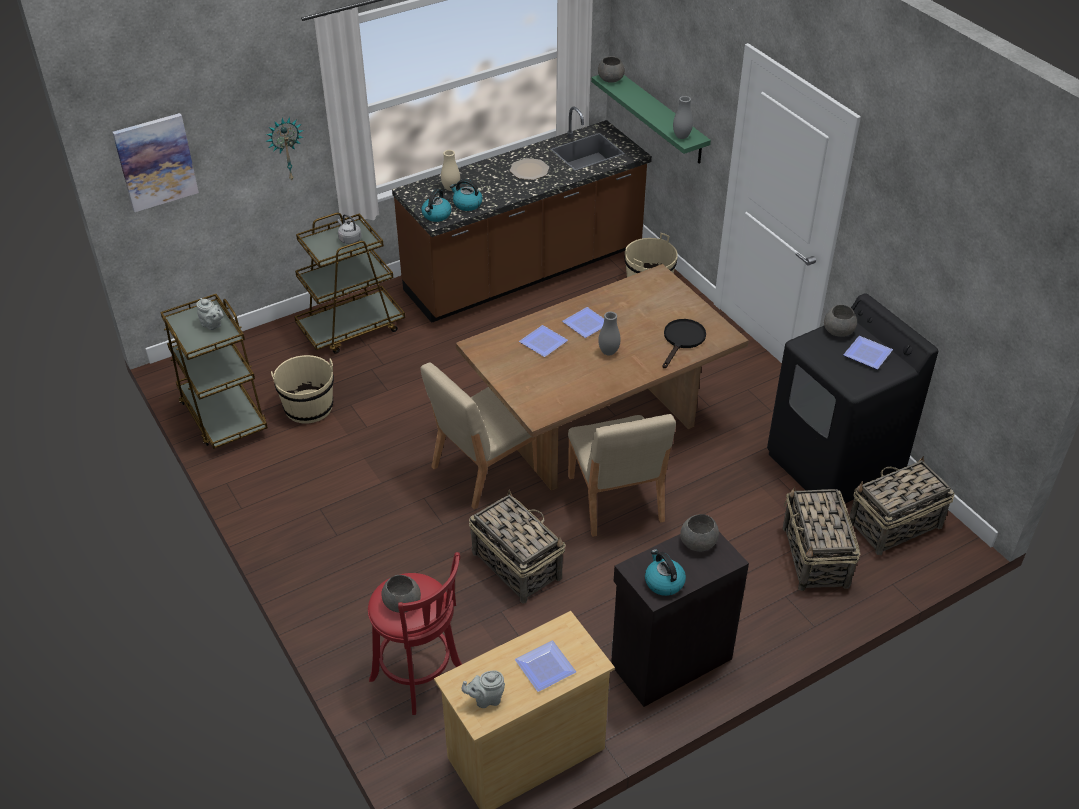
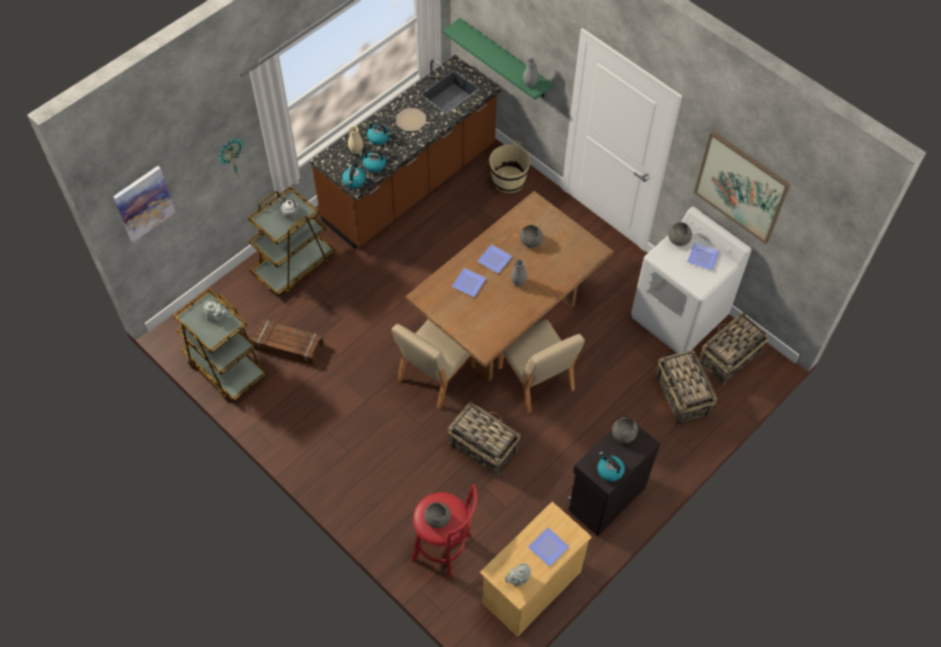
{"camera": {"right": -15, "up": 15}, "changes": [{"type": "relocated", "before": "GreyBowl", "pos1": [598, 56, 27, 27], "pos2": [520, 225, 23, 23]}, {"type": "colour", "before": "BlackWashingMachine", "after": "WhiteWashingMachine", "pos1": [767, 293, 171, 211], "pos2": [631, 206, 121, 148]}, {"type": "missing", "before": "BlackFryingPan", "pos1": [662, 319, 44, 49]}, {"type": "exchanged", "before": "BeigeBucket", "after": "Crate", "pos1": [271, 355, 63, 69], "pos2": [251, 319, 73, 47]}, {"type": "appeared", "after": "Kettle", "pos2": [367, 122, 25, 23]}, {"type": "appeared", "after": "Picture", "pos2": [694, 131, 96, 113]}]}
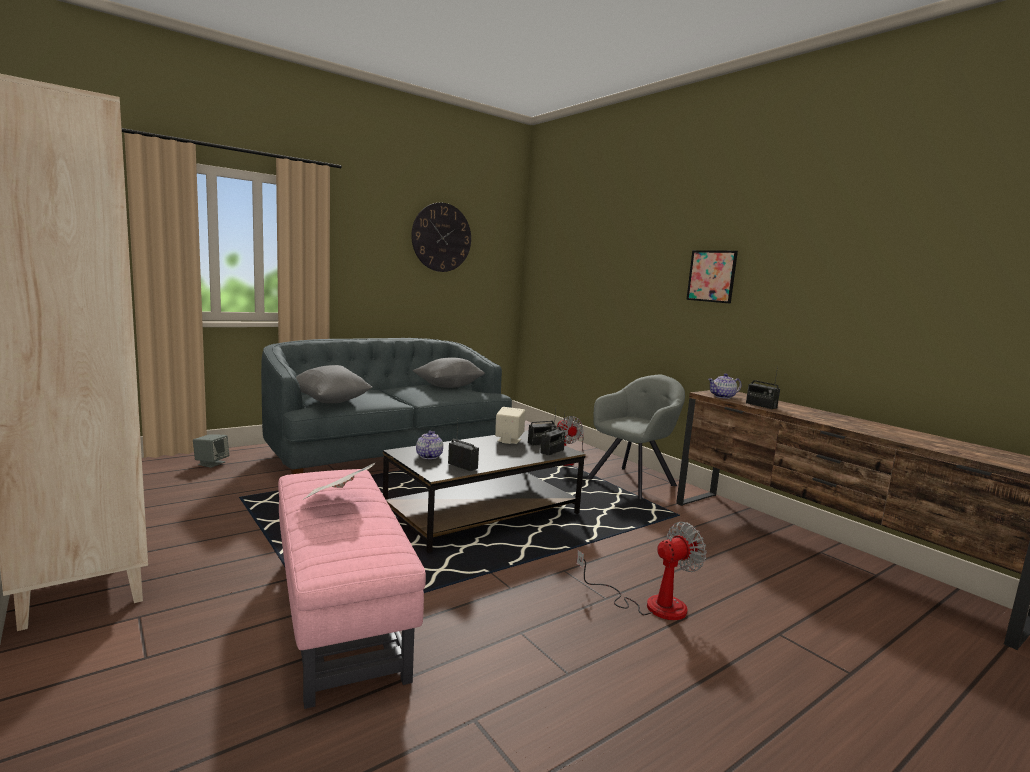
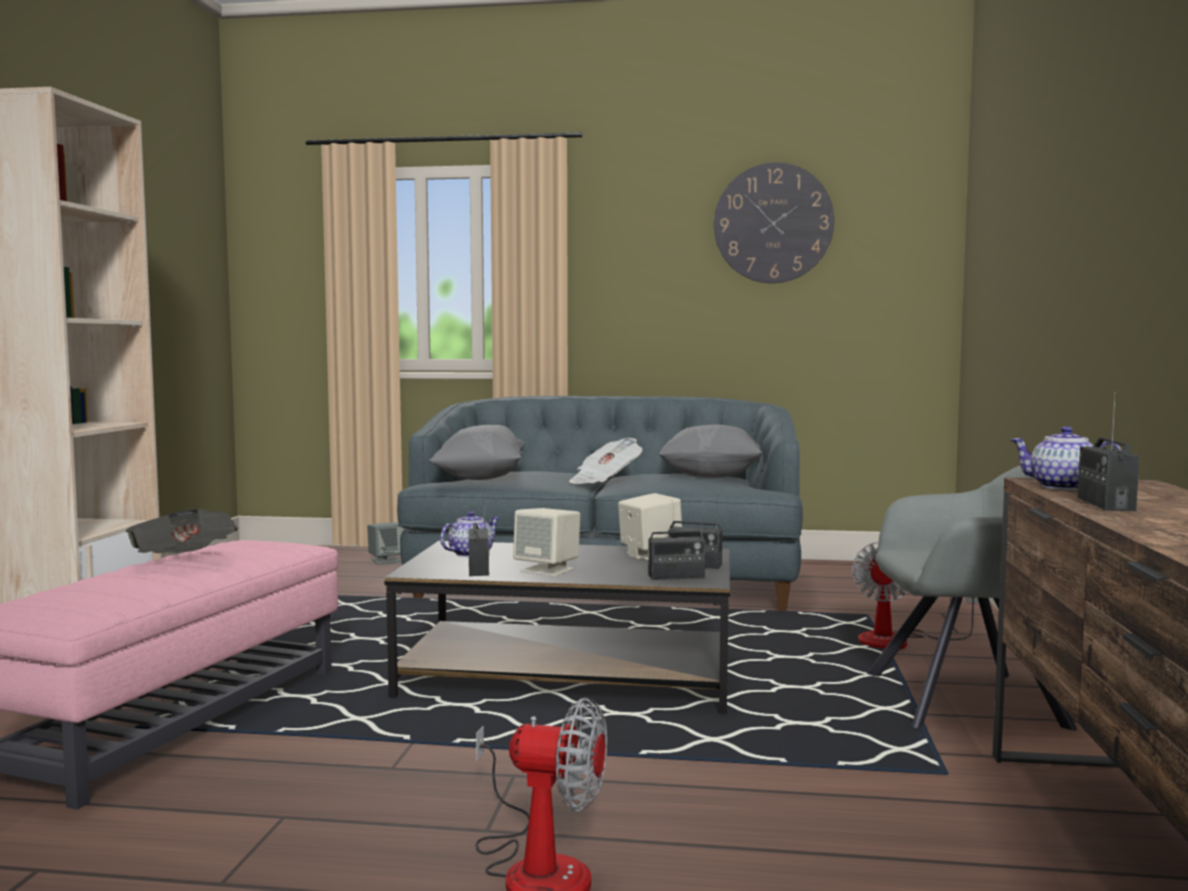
{"camera": {"right": 45, "up": -5}, "changes": [{"type": "missing", "before": "Picture", "pos1": [686, 250, 52, 54]}, {"type": "appeared", "after": "Newspaper", "pos2": [569, 438, 74, 46]}, {"type": "appeared", "after": "BeigeSpeaker", "pos2": [513, 508, 67, 69]}]}
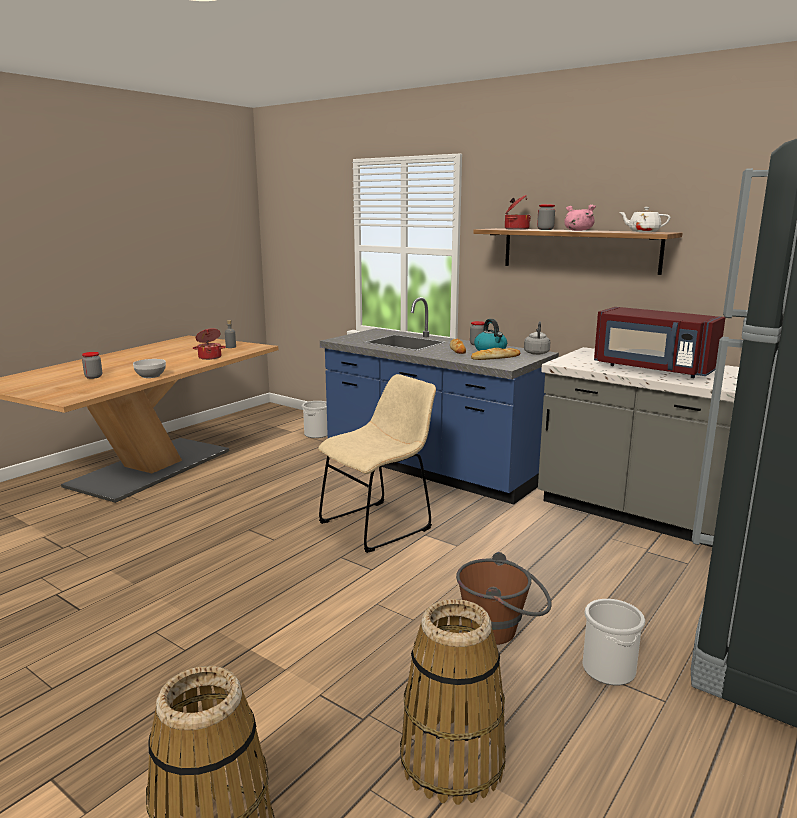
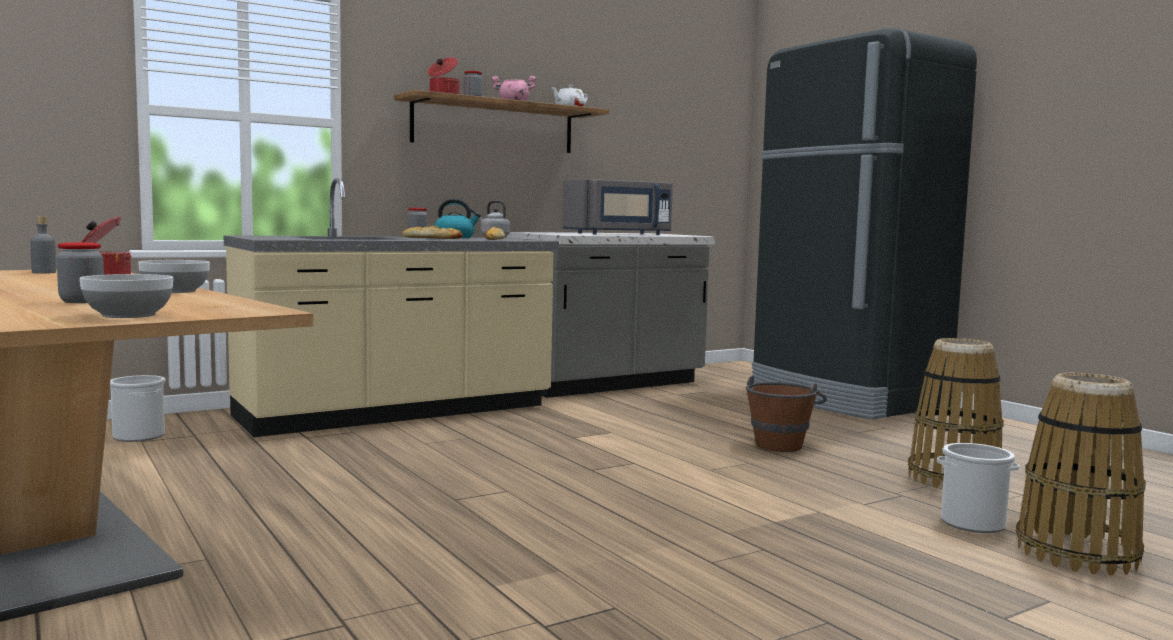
{"camera": {"right": -70, "up": -10}, "changes": [{"type": "colour", "before": "BlueCounter", "after": "BeigeCounter", "pos1": [320, 297, 239, 207], "pos2": [224, 178, 335, 259]}, {"type": "colour", "before": "RedMicrowave", "after": "GreyMicrowave", "pos1": [594, 307, 131, 71], "pos2": [563, 179, 110, 56]}, {"type": "missing", "before": "BeigeChair", "pos1": [318, 374, 118, 179]}, {"type": "relocated", "before": "Bucket", "pos1": [583, 599, 62, 87], "pos2": [937, 443, 82, 90]}, {"type": "appeared", "after": "Bowl", "pos2": [79, 274, 94, 44]}]}
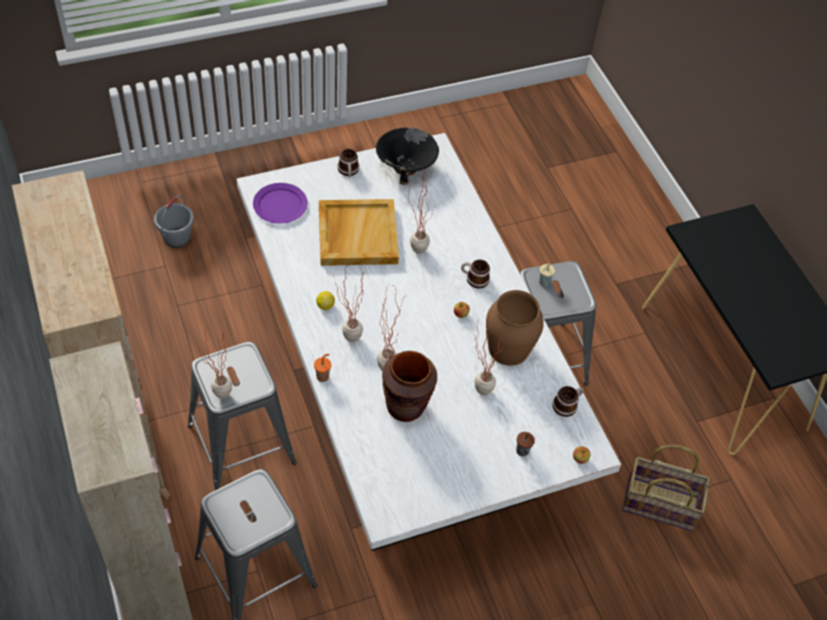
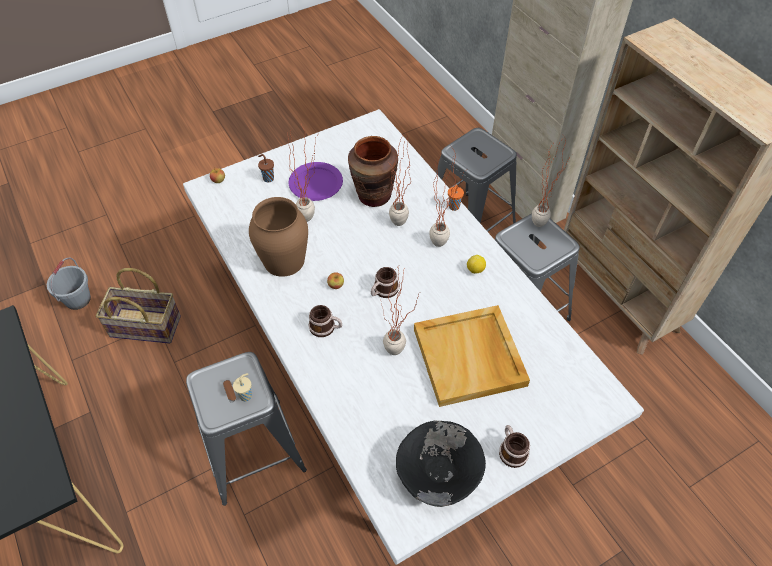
{"camera": {"right": 175, "up": 0}, "changes": [{"type": "relocated", "before": "PurplePlate", "pos1": [253, 183, 55, 41], "pos2": [289, 162, 54, 39]}, {"type": "relocated", "before": "GreyBucket", "pos1": [154, 195, 40, 53], "pos2": [47, 258, 44, 52]}, {"type": "relocated", "before": "Mug", "pos1": [552, 386, 31, 31], "pos2": [371, 267, 28, 31]}]}
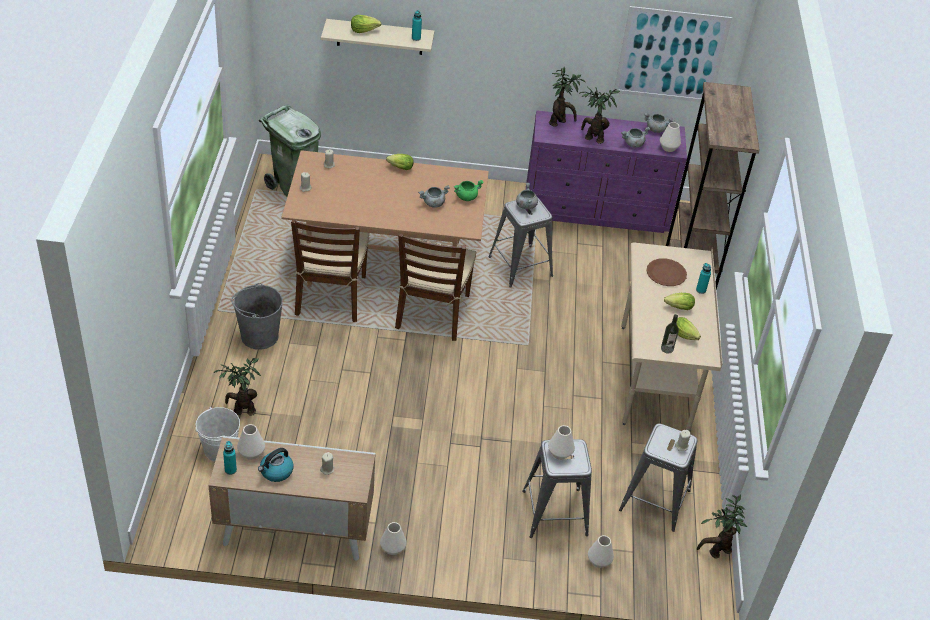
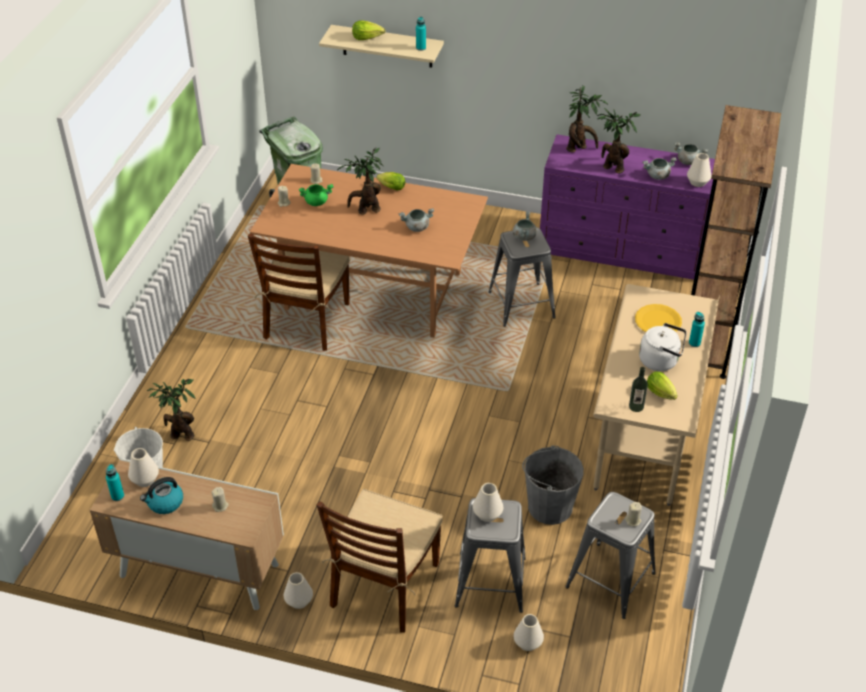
{"camera": {"right": 15, "up": 0}, "changes": [{"type": "missing", "before": "Picture", "pos1": [614, 6, 118, 96]}, {"type": "relocated", "before": "GreenCookingPot", "pos1": [454, 180, 30, 21], "pos2": [299, 184, 35, 22]}, {"type": "relocated", "before": "BrownChair", "pos1": [392, 233, 84, 108], "pos2": [317, 489, 126, 144]}, {"type": "colour", "before": "BrownPlate", "after": "YellowPlate", "pos1": [646, 258, 41, 28], "pos2": [635, 304, 47, 28]}, {"type": "relocated", "before": "GreyBucket", "pos1": [231, 283, 52, 67], "pos2": [522, 446, 62, 79]}, {"type": "exchanged", "before": "Lettuce", "after": "WhiteKettle", "pos1": [664, 293, 31, 17], "pos2": [639, 323, 48, 48]}, {"type": "relocated", "before": "PottedPlant", "pos1": [697, 495, 50, 64], "pos2": [337, 148, 46, 67]}]}
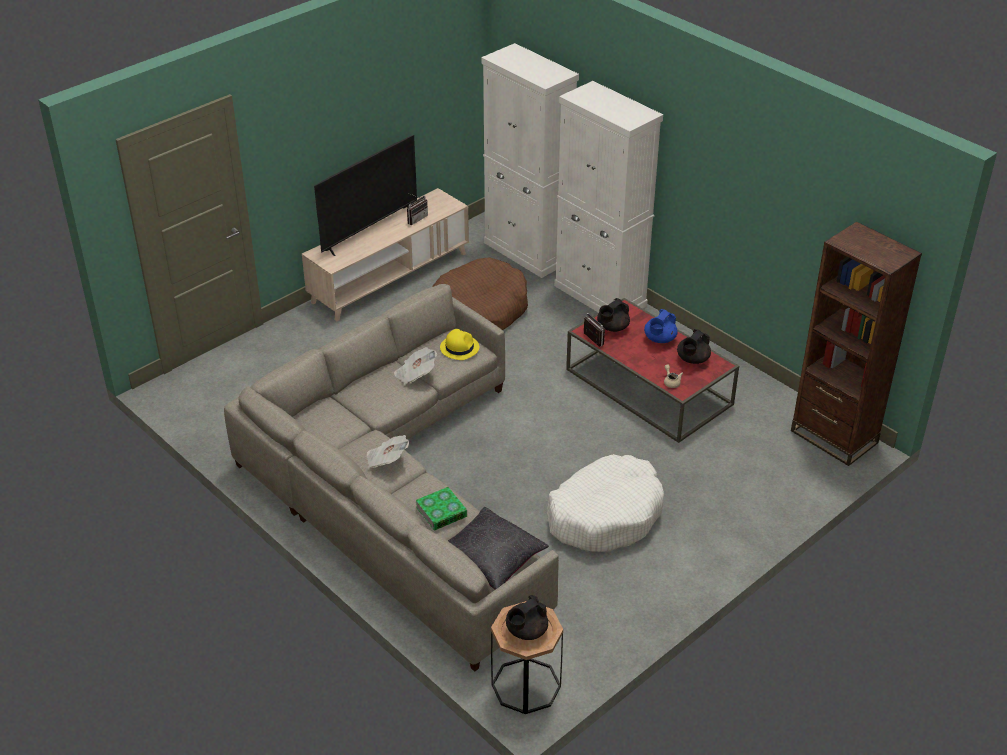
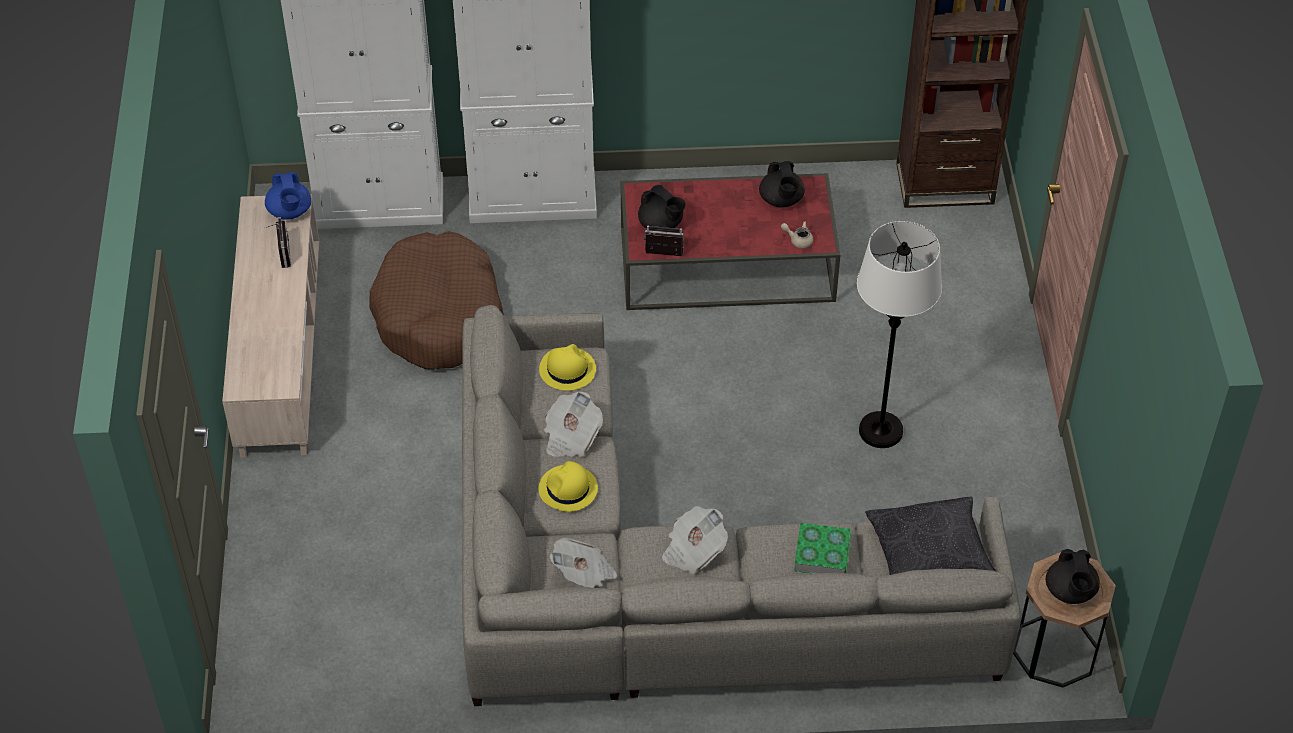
{"camera": {"right": -50, "up": 10}, "changes": [{"type": "missing", "before": "Television", "pos1": [314, 135, 103, 121]}, {"type": "spun", "before": "BlackTeapot", "pos1": [597, 298, 33, 34], "pos2": [638, 185, 48, 44], "turn": -45}, {"type": "relocated", "before": "BlueTeapot", "pos1": [644, 309, 34, 34], "pos2": [265, 172, 46, 48]}, {"type": "exchanged", "before": "WhiteDogBed", "after": "WhiteFloorLamp", "pos1": [547, 454, 117, 98], "pos2": [857, 221, 85, 227]}, {"type": "appeared", "after": "YellowHat", "pos2": [538, 461, 60, 51]}, {"type": "appeared", "after": "Newspaper", "pos2": [549, 538, 69, 50]}]}
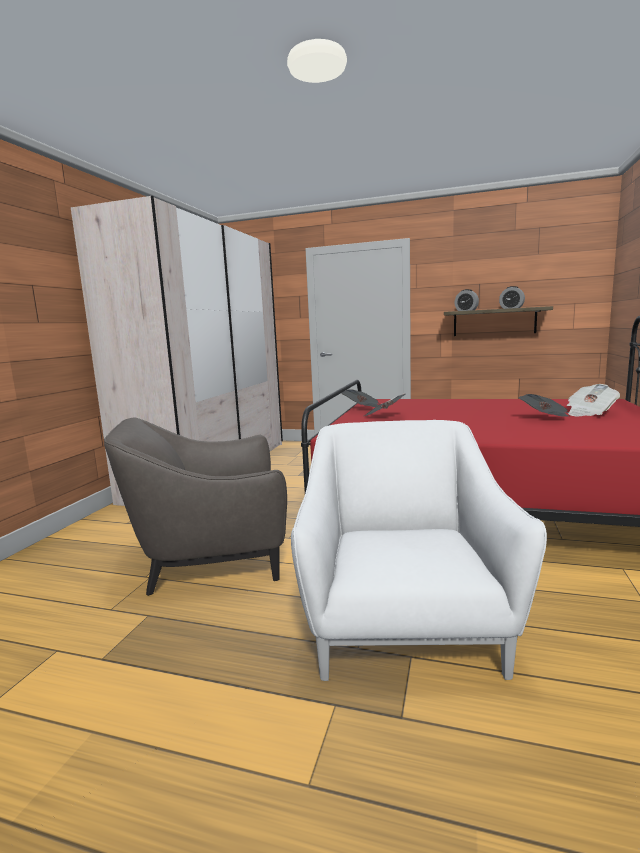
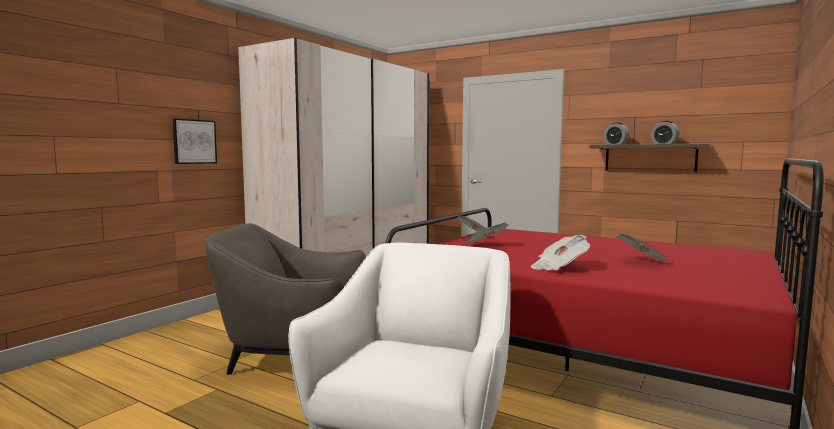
{"camera": {"right": 15, "up": -5}, "changes": [{"type": "relocated", "before": "Newspaper", "pos1": [567, 384, 53, 32], "pos2": [531, 235, 59, 36]}, {"type": "appeared", "after": "Picture", "pos2": [172, 118, 45, 46]}]}
